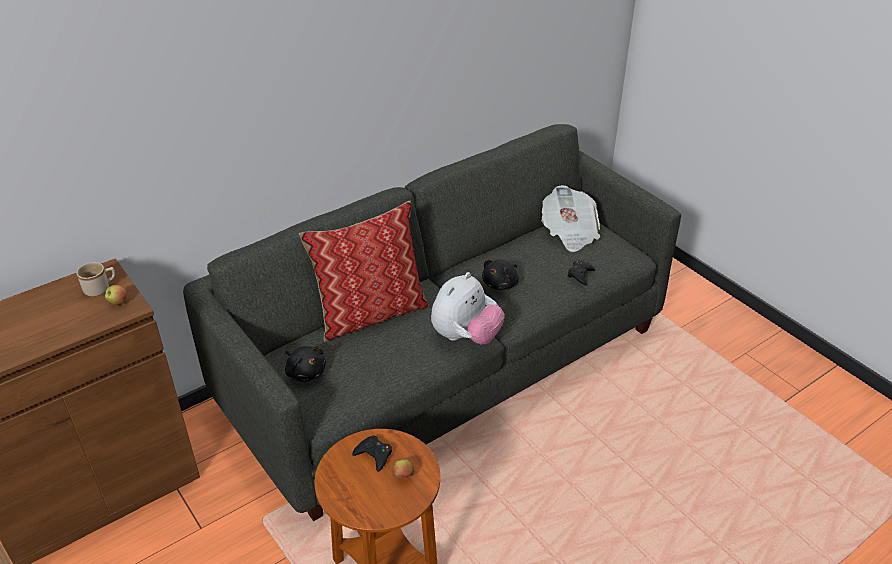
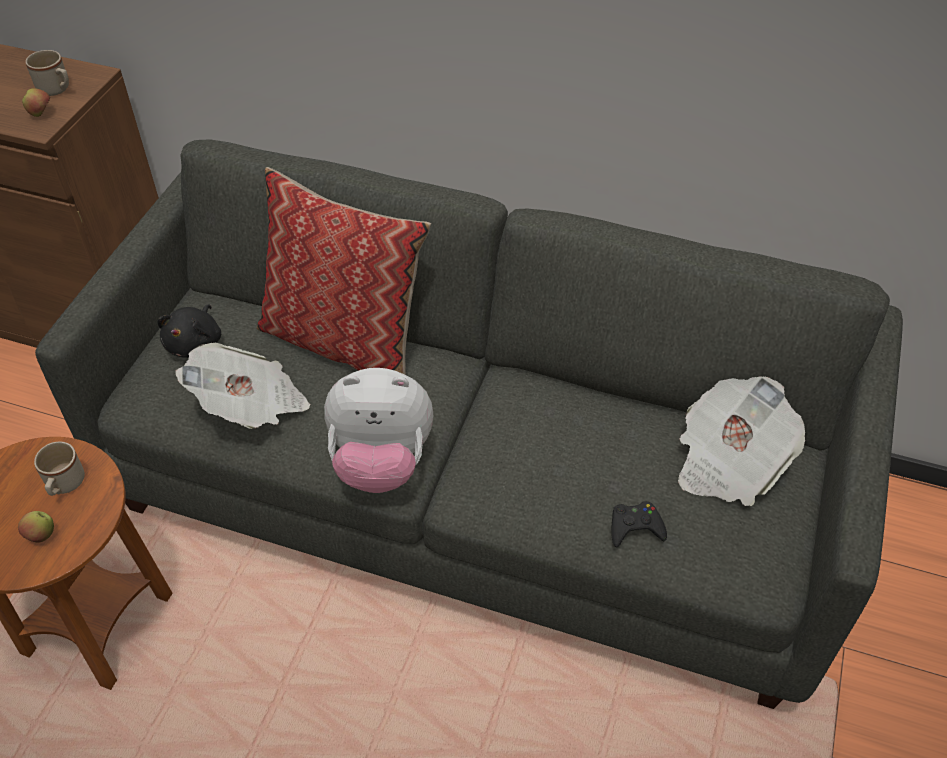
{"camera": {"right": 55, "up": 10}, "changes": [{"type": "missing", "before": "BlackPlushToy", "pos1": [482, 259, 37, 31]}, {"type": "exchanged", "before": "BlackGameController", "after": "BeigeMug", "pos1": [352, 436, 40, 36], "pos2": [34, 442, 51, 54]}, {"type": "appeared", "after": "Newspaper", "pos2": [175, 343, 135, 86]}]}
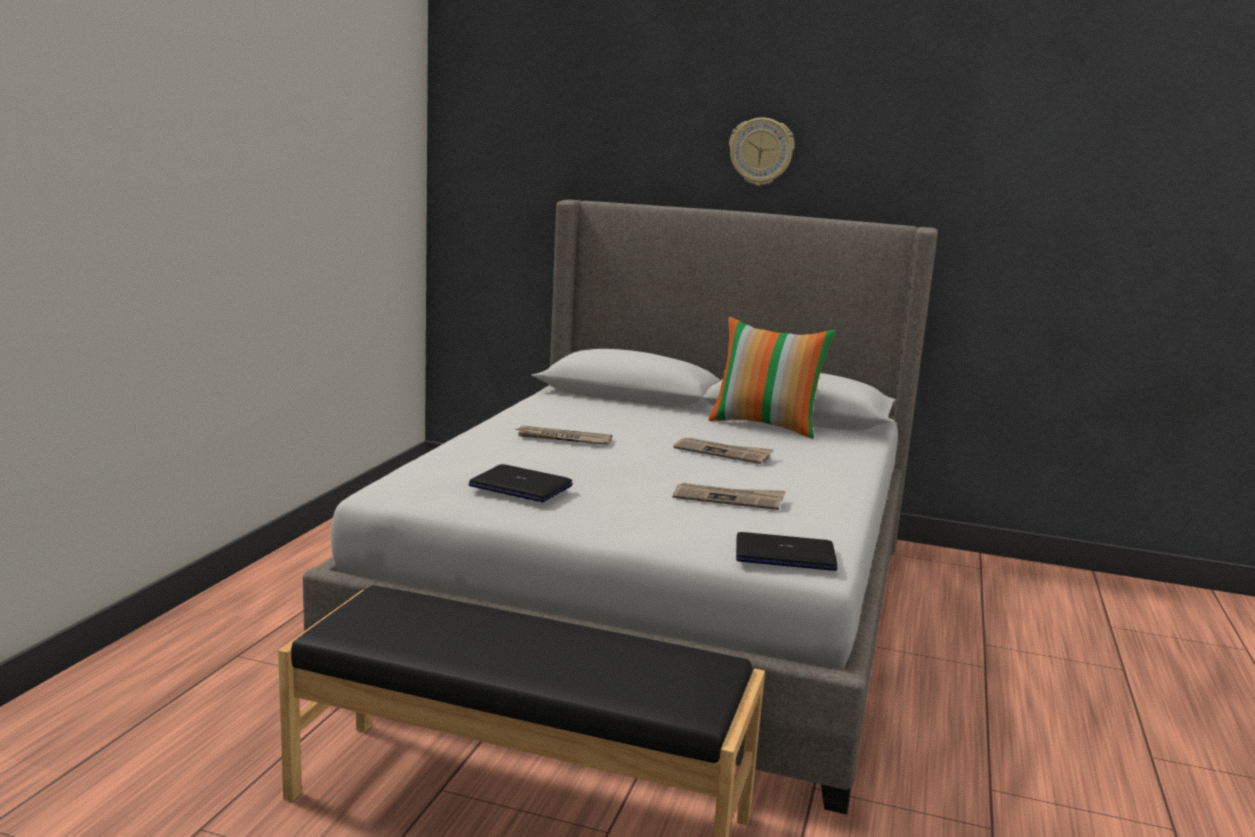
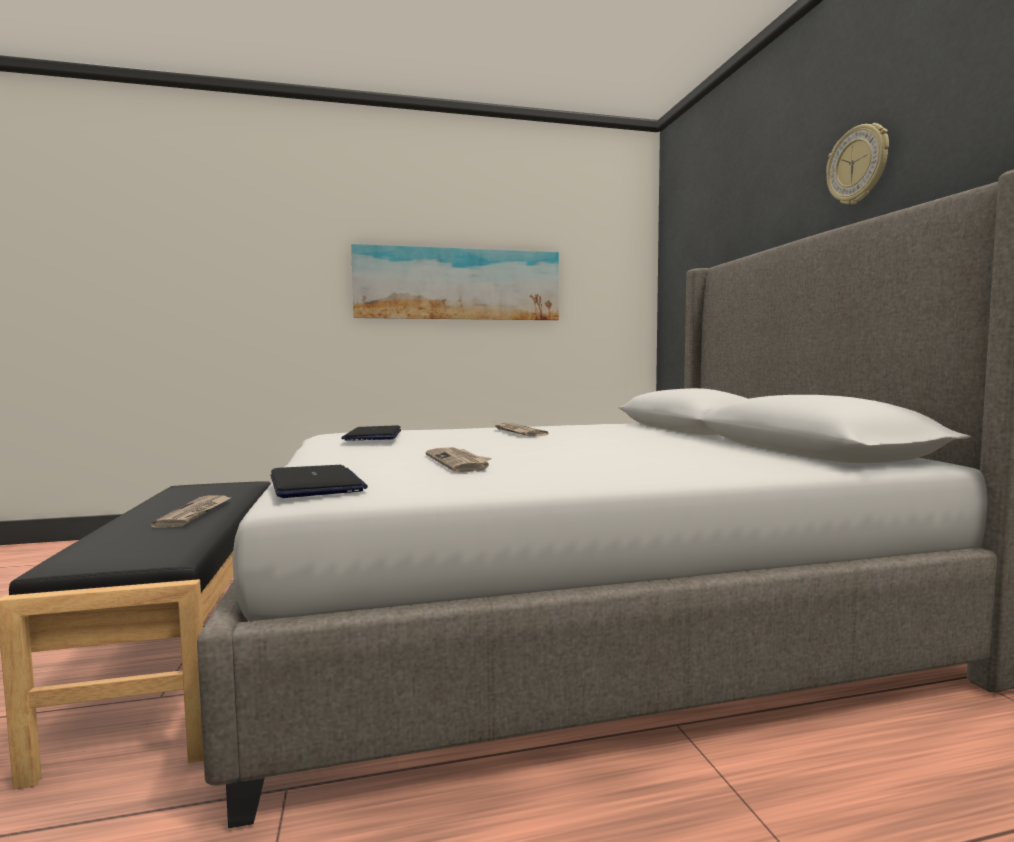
{"camera": {"right": 60, "up": -10}, "changes": [{"type": "missing", "before": "Pillow", "pos1": [708, 317, 128, 122]}, {"type": "relocated", "before": "Newspaper", "pos1": [673, 438, 101, 26], "pos2": [151, 495, 80, 33]}, {"type": "appeared", "after": "Picture", "pos2": [351, 244, 208, 76]}]}
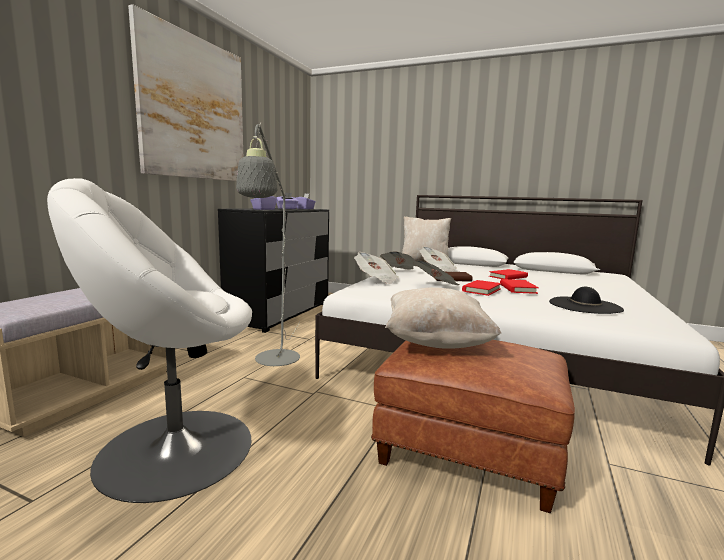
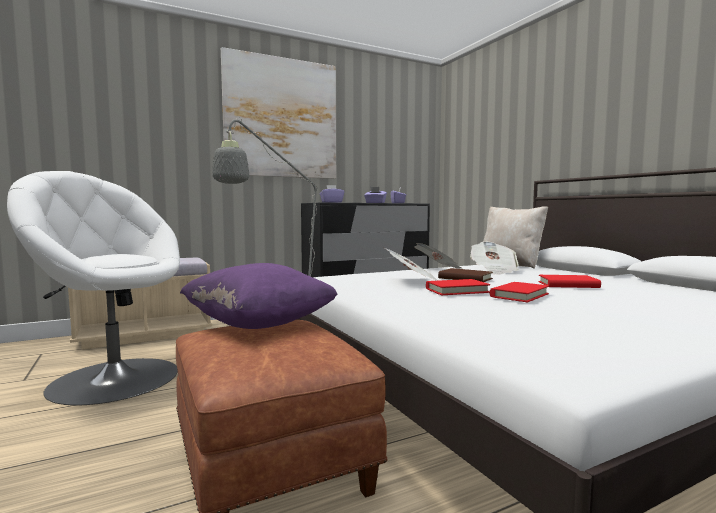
{"camera": {"right": 40, "up": -5}, "changes": [{"type": "missing", "before": "Newspaper", "pos1": [354, 252, 45, 32]}, {"type": "colour", "before": "BeigePillow", "after": "PurplePillow", "pos1": [385, 287, 116, 62], "pos2": [180, 263, 158, 66]}, {"type": "missing", "before": "BlackHat", "pos1": [549, 287, 75, 27]}]}
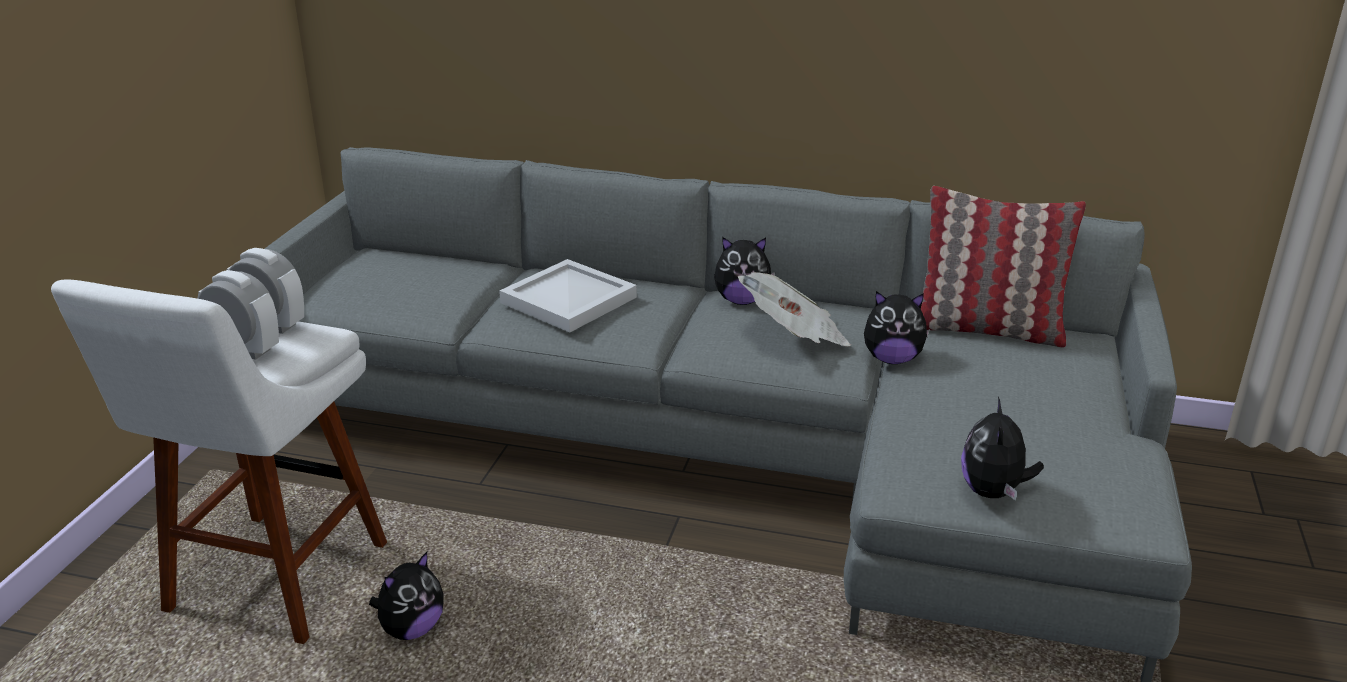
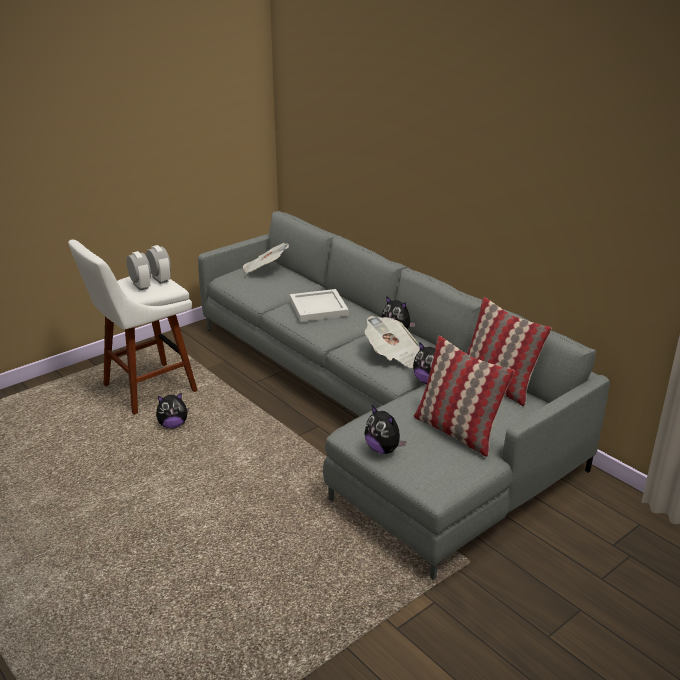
{"camera": {"right": 35, "up": 0}, "changes": [{"type": "spun", "before": "PlushToy", "pos1": [961, 397, 83, 103], "pos2": [364, 405, 42, 49], "turn": -90}, {"type": "appeared", "after": "Newspaper", "pos2": [243, 243, 46, 31]}, {"type": "appeared", "after": "Pillow", "pos2": [413, 336, 101, 121]}]}
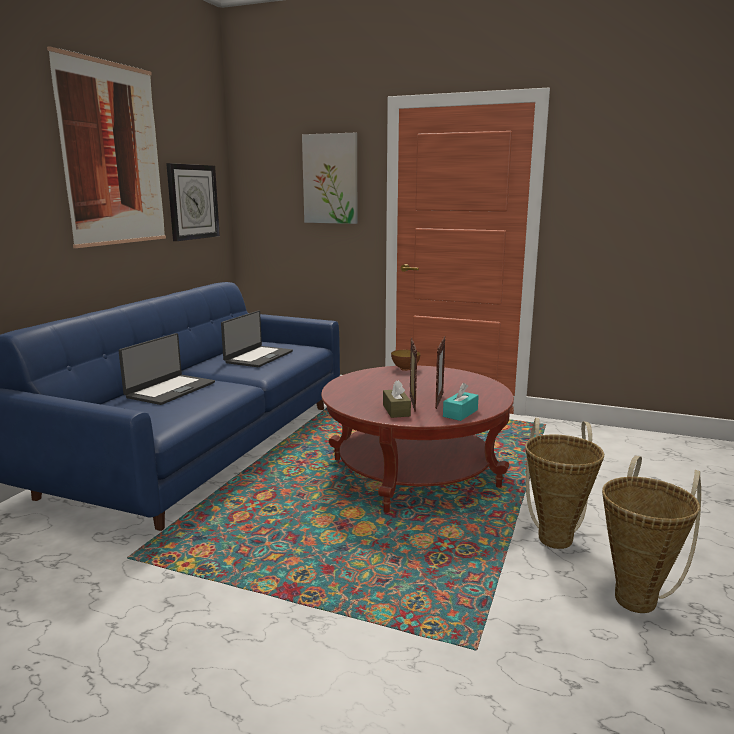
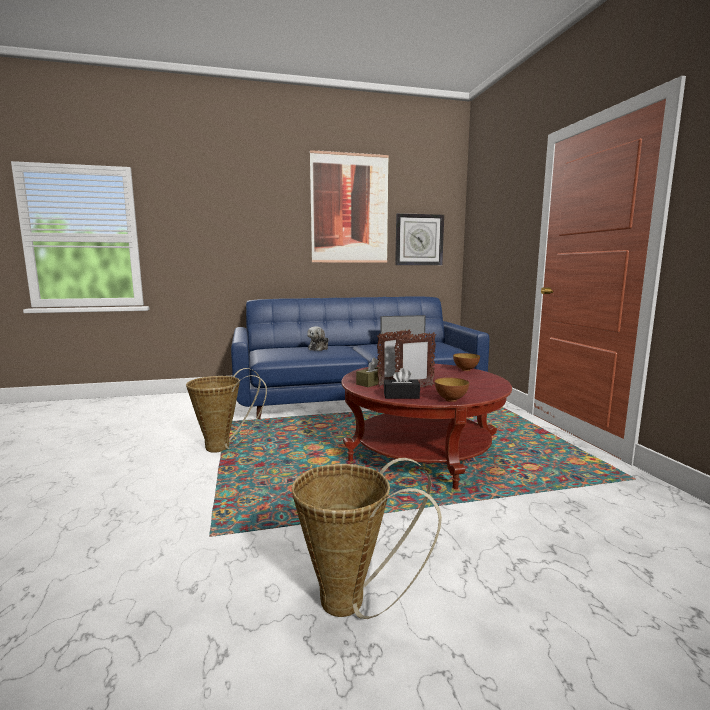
{"camera": {"right": 55, "up": -5}, "changes": [{"type": "missing", "before": "Picture", "pos1": [302, 133, 56, 91]}, {"type": "exchanged", "before": "Laptop", "after": "PlushToy", "pos1": [118, 333, 97, 72], "pos2": [307, 326, 22, 25]}, {"type": "colour", "before": "TurquoiseTissueBox", "after": "BlackTissueBox", "pos1": [443, 383, 36, 38], "pos2": [384, 368, 36, 31]}, {"type": "relocated", "before": "Basket", "pos1": [525, 418, 79, 131], "pos2": [186, 368, 81, 85]}, {"type": "appeared", "after": "Bowl", "pos2": [435, 378, 34, 24]}]}
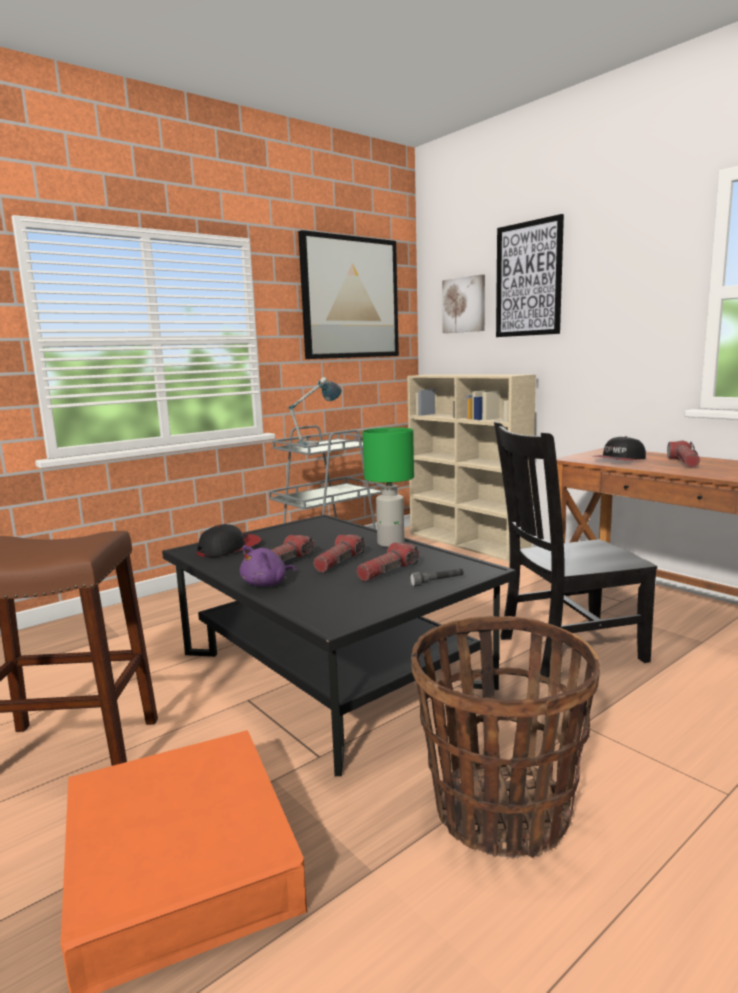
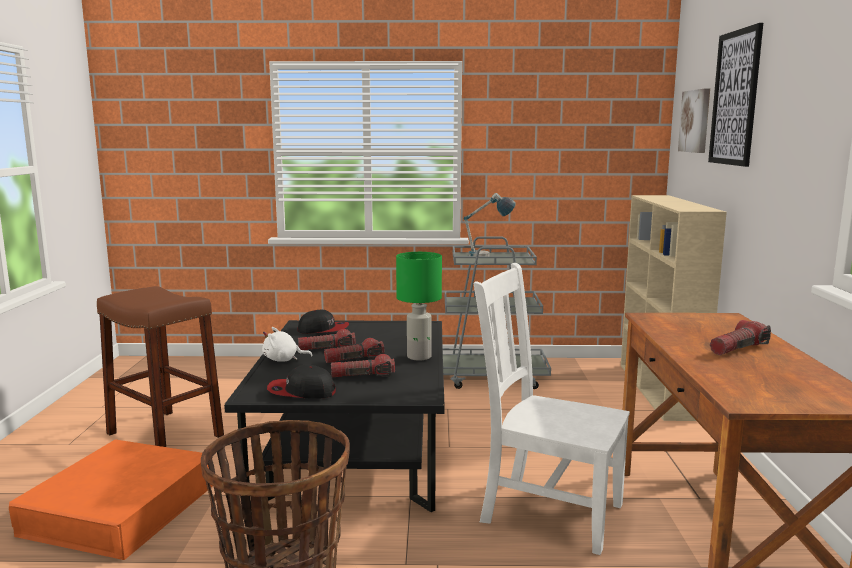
{"camera": {"right": 40, "up": 0}, "changes": [{"type": "missing", "before": "Picture", "pos1": [298, 230, 101, 129]}, {"type": "colour", "before": "BlackChair", "after": "WhiteChair", "pos1": [494, 422, 163, 256], "pos2": [474, 263, 156, 292]}, {"type": "relocated", "before": "Cap", "pos1": [594, 436, 52, 24], "pos2": [267, 365, 69, 34]}, {"type": "colour", "before": "PurplePlushToy", "after": "WhitePlushToy", "pos1": [240, 545, 56, 41], "pos2": [262, 327, 51, 35]}, {"type": "missing", "before": "GreyFlashlight", "pos1": [409, 568, 55, 19]}]}
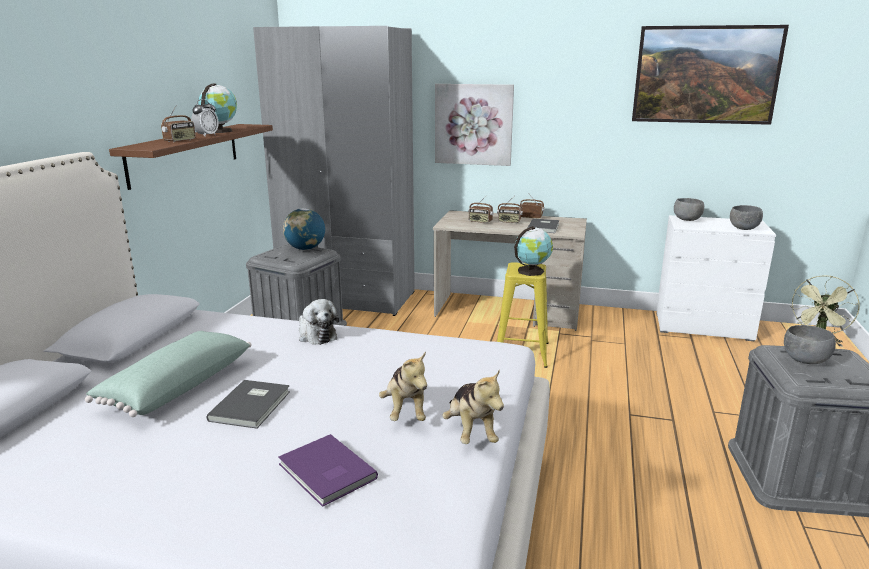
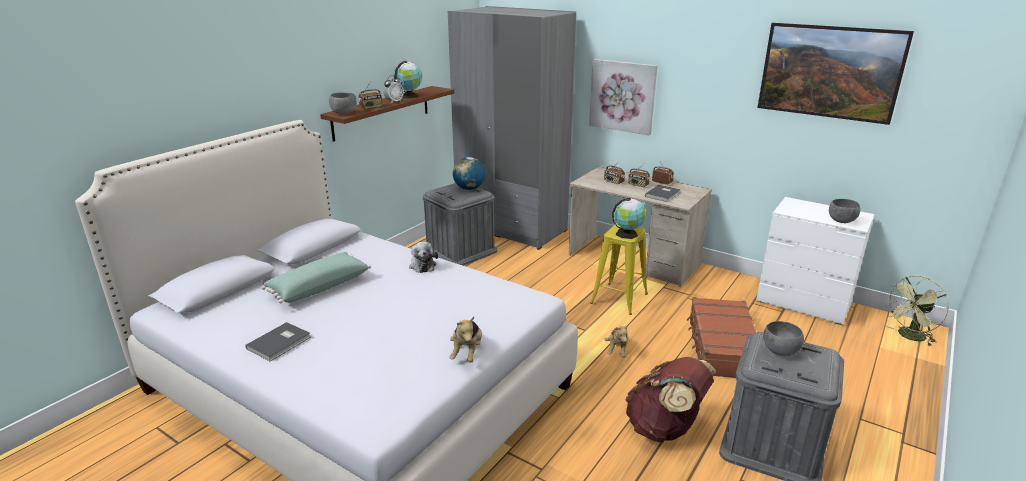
{"camera": {"right": 20, "up": 5}, "changes": [{"type": "relocated", "before": "GreyBowl", "pos1": [674, 198, 30, 23], "pos2": [329, 93, 28, 21]}, {"type": "relocated", "before": "PlushToy", "pos1": [379, 351, 48, 70], "pos2": [604, 324, 25, 33]}, {"type": "relocated", "before": "GreyBook", "pos1": [207, 380, 83, 49], "pos2": [246, 322, 65, 39]}, {"type": "missing", "before": "PurpleBook", "pos1": [278, 434, 100, 73]}, {"type": "appeared", "after": "BrownSuitcase", "pos2": [687, 297, 69, 81]}, {"type": "appeared", "after": "BrownBackpack", "pos2": [625, 357, 91, 85]}]}
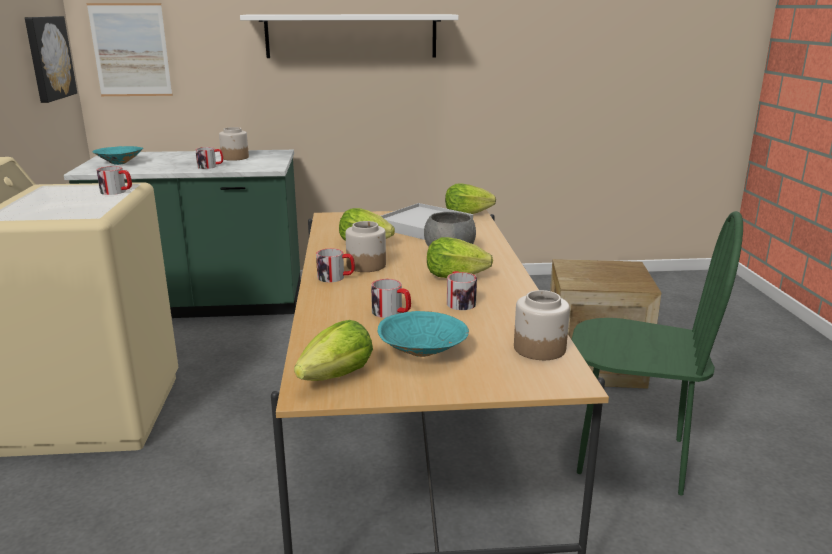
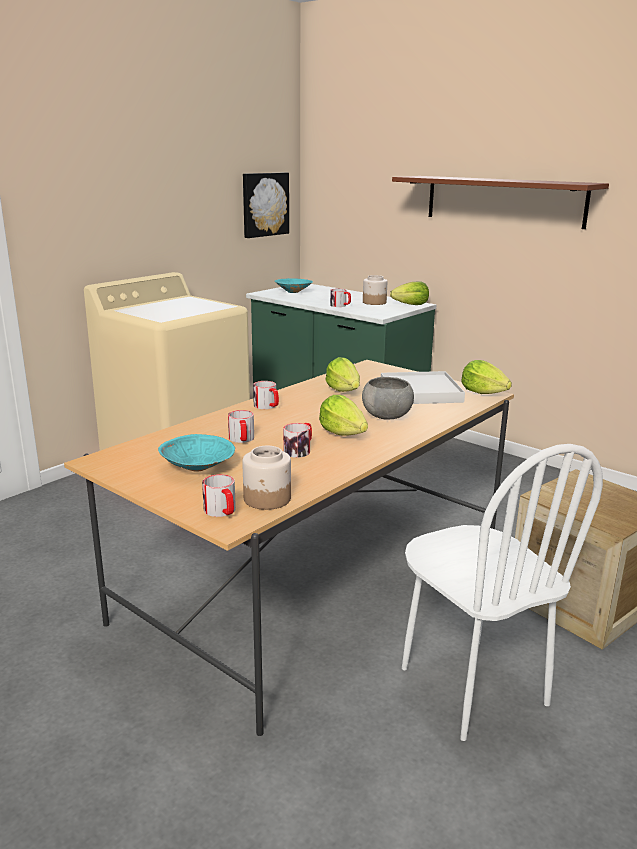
{"camera": {"right": 45, "up": 0}, "changes": [{"type": "missing", "before": "Picture", "pos1": [87, 3, 86, 93]}, {"type": "colour", "before": "WhiteShelf", "after": "BrownShelf", "pos1": [240, 14, 219, 44], "pos2": [392, 176, 217, 53]}, {"type": "relocated", "before": "Mug", "pos1": [97, 166, 35, 29], "pos2": [202, 474, 34, 43]}, {"type": "colour", "before": "GreenChair", "after": "WhiteChair", "pos1": [571, 211, 172, 285], "pos2": [402, 444, 201, 297]}, {"type": "missing", "before": "Jar", "pos1": [345, 221, 41, 51]}, {"type": "relocated", "before": "Lettuce", "pos1": [294, 320, 79, 61], "pos2": [390, 281, 39, 24]}]}
